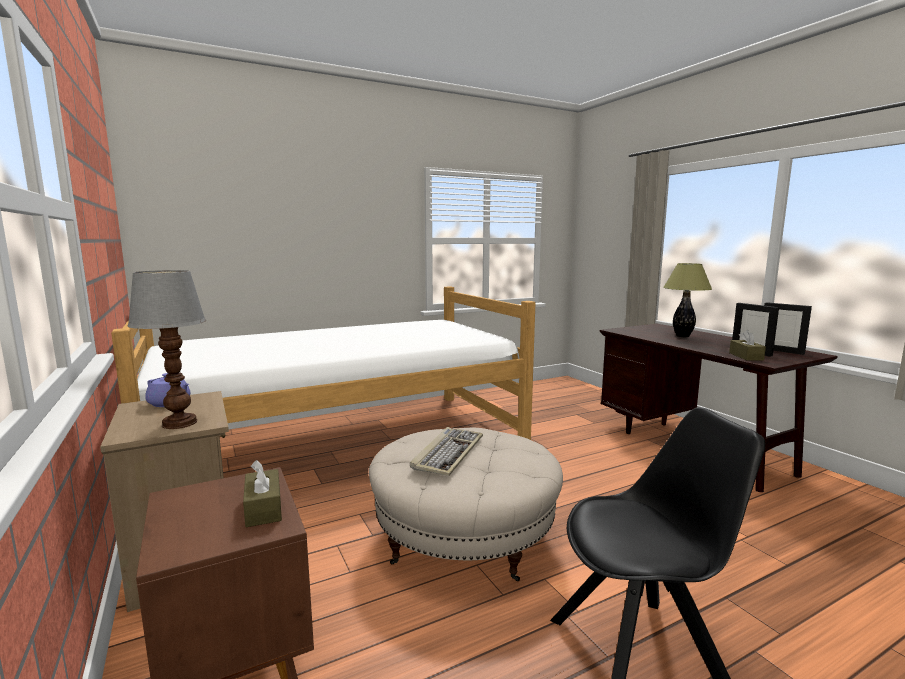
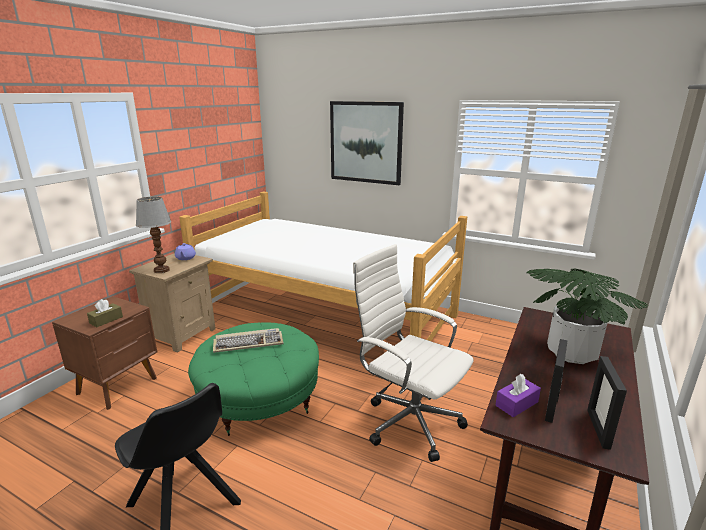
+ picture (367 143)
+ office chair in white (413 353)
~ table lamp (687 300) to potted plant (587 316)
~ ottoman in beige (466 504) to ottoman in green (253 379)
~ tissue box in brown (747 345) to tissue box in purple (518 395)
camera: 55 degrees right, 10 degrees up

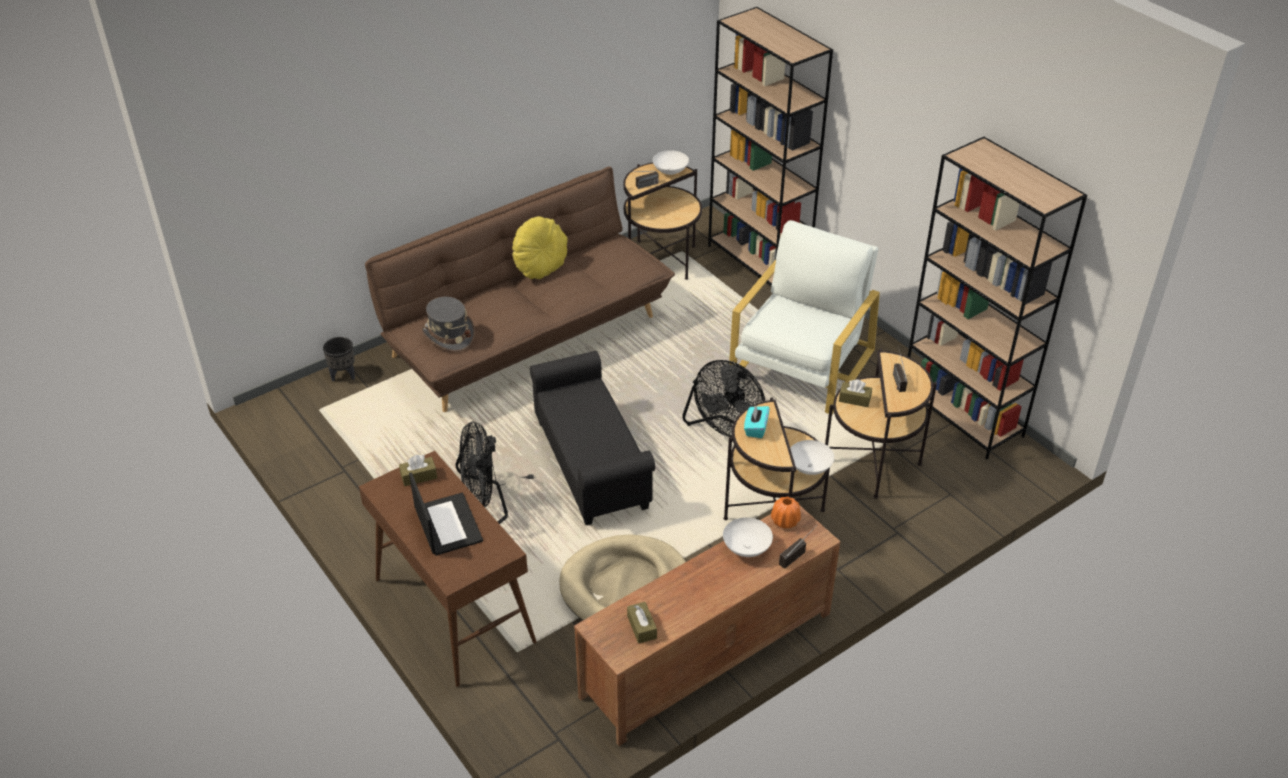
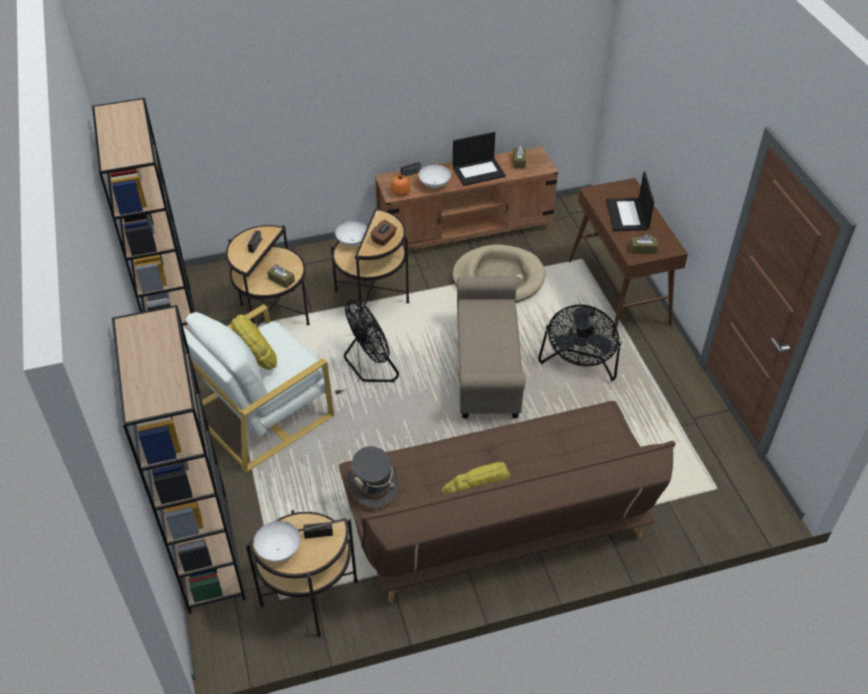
- planter in black (339 359)
+ pillow in yellow (254 342)
+ laptop (479 159)
~ hat in grey (448 324) to (372 477)
~ ottoman in black (592 438) to ottoman in beige (491 347)
~ tissue box in turquoise (757 421) to tissue box in brown (383 233)
~ fan in black (496 472) = (580 343) 105 degrees clockwise
camera: 160 degrees left, 5 degrees up

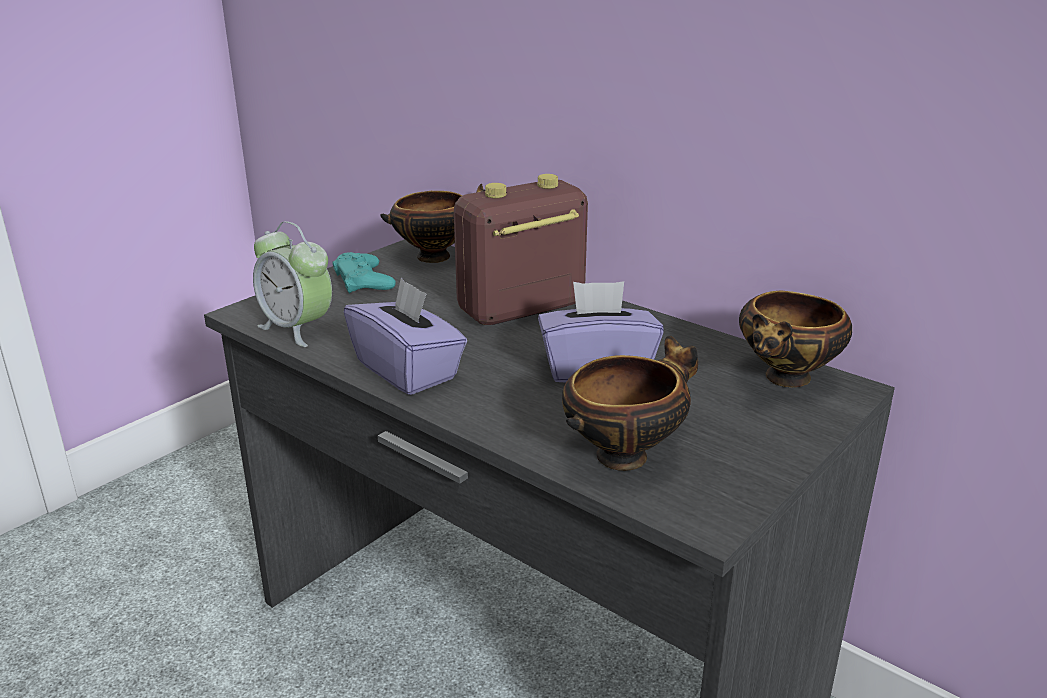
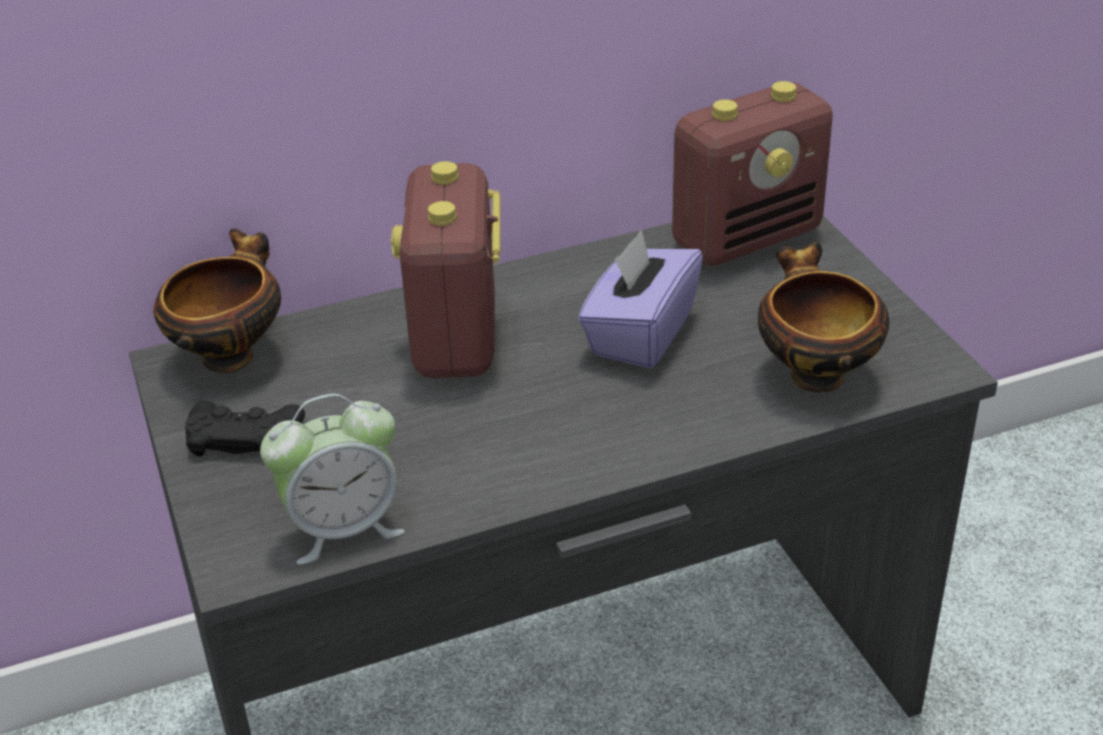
- tissue box in purple (405 336)
~ bowl (795 338) to radio (752 173)
~ game controller in turquoise (364 273) to game controller in black (245 428)
camera: 60 degrees left, 10 degrees up

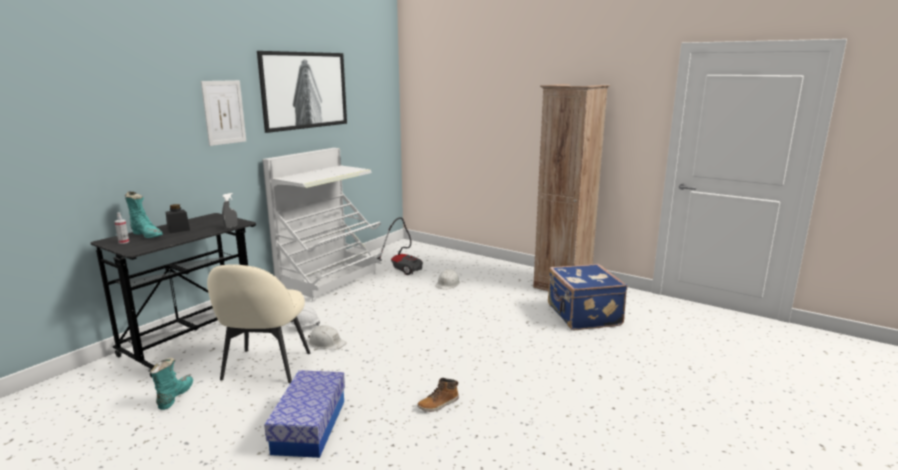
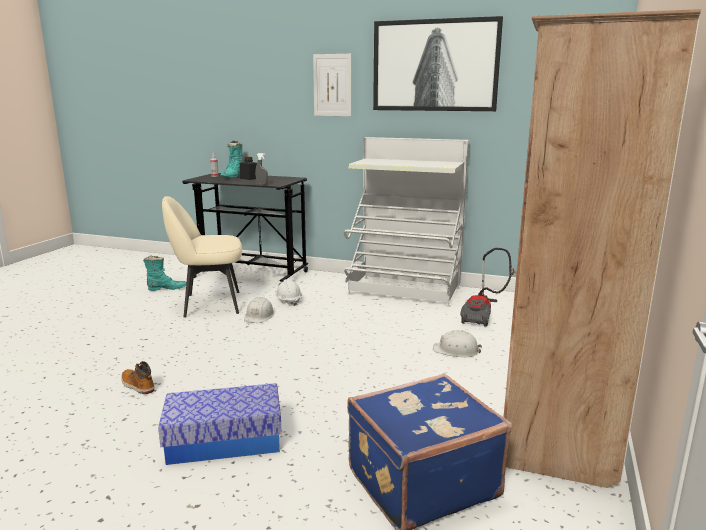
~ storage box (304 414) to (220 424)
camera: 75 degrees right, 0 degrees up

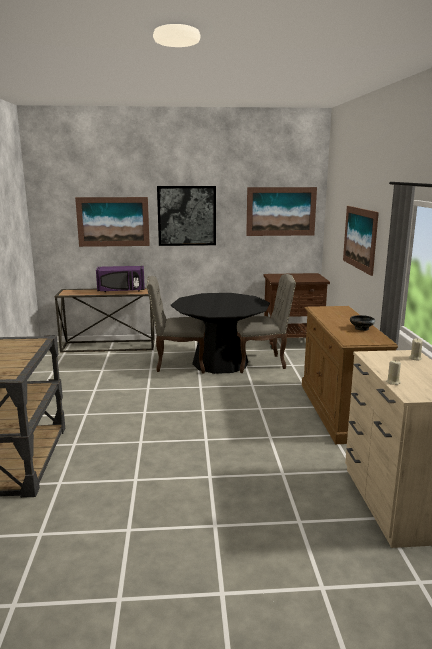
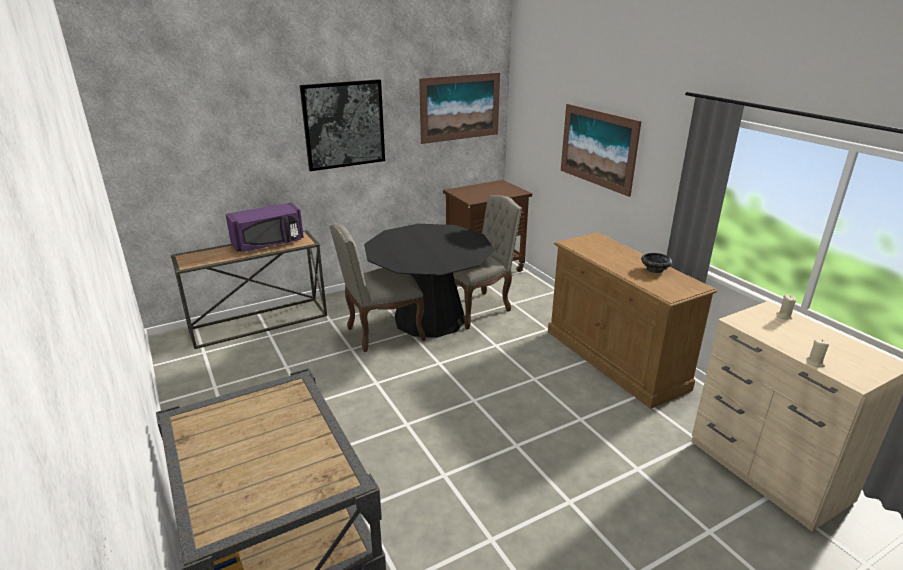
- picture (112 222)
camera: 25 degrees left, 10 degrees up

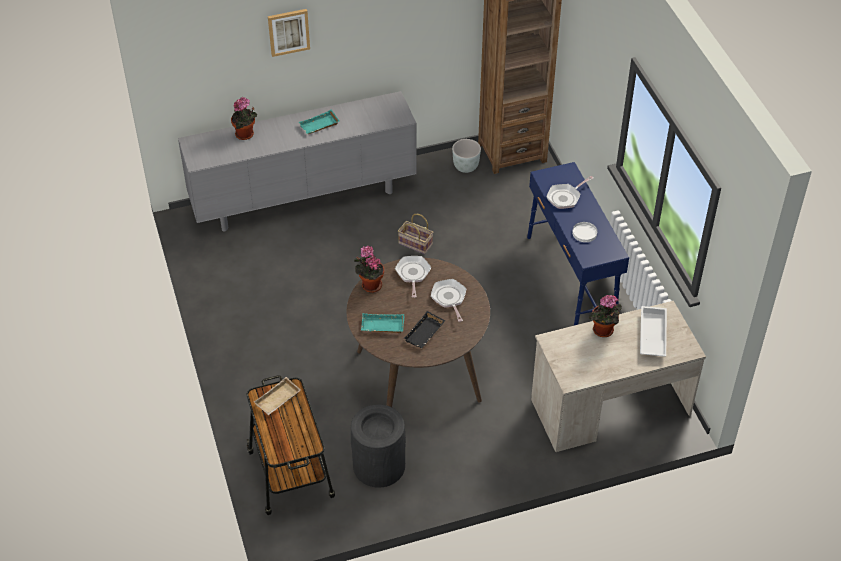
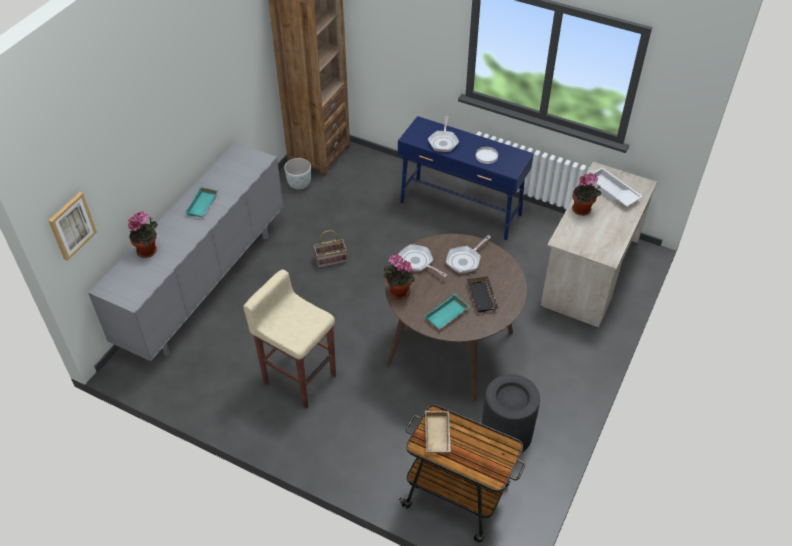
+ stool in beige (289 339)
~ picture (289 33) to (72 226)
~ frying pan (448 300) = (468 254) 75 degrees counterclockwise
camera: 45 degrees left, 0 degrees up

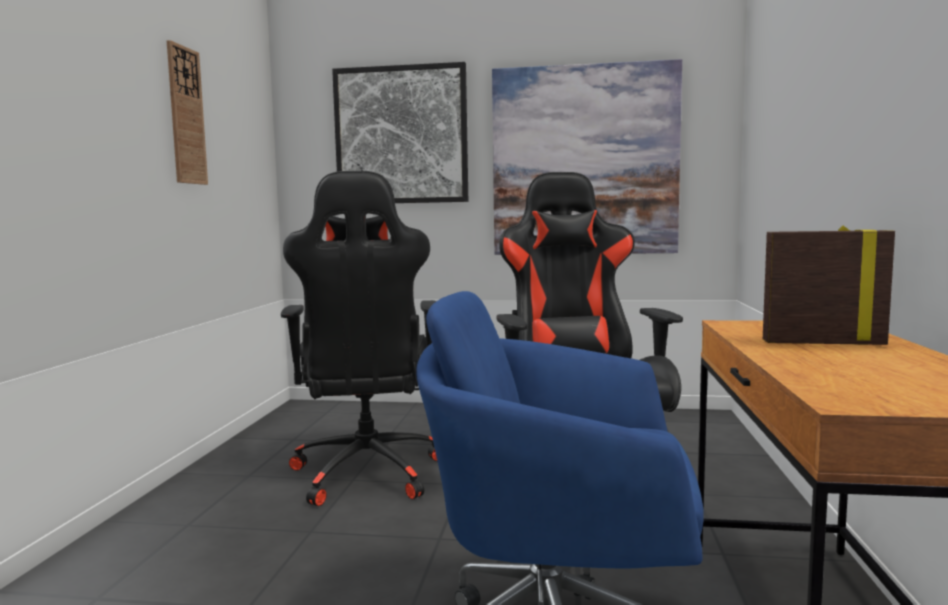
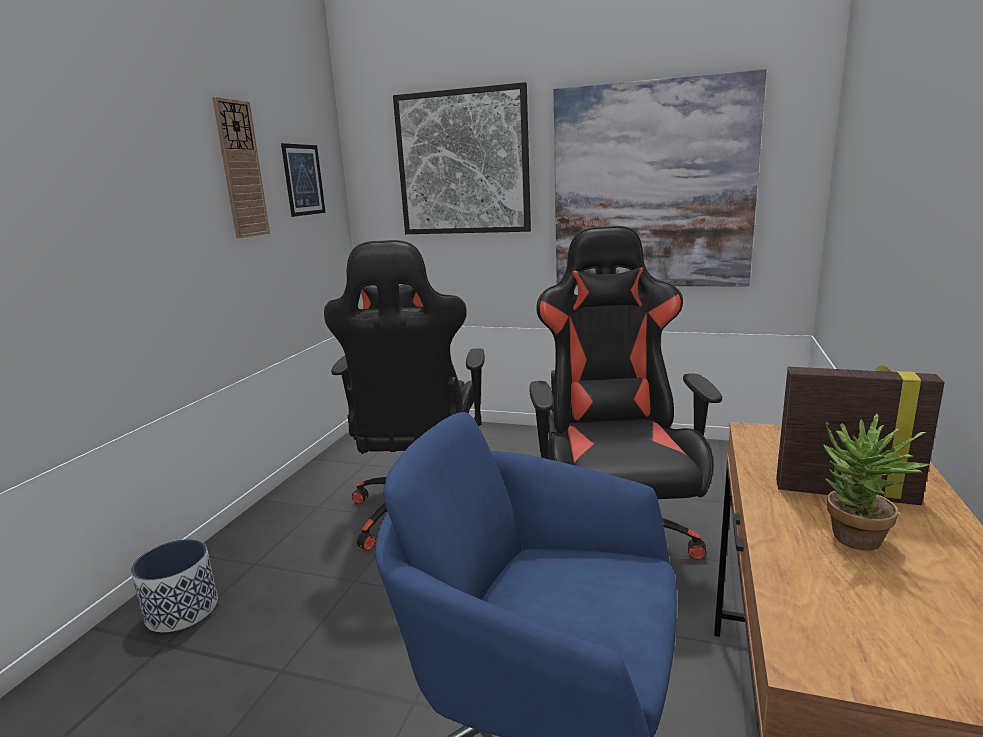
+ planter (174 585)
+ picture (303 180)
+ potted plant (876 482)
camera: 10 degrees right, 10 degrees up

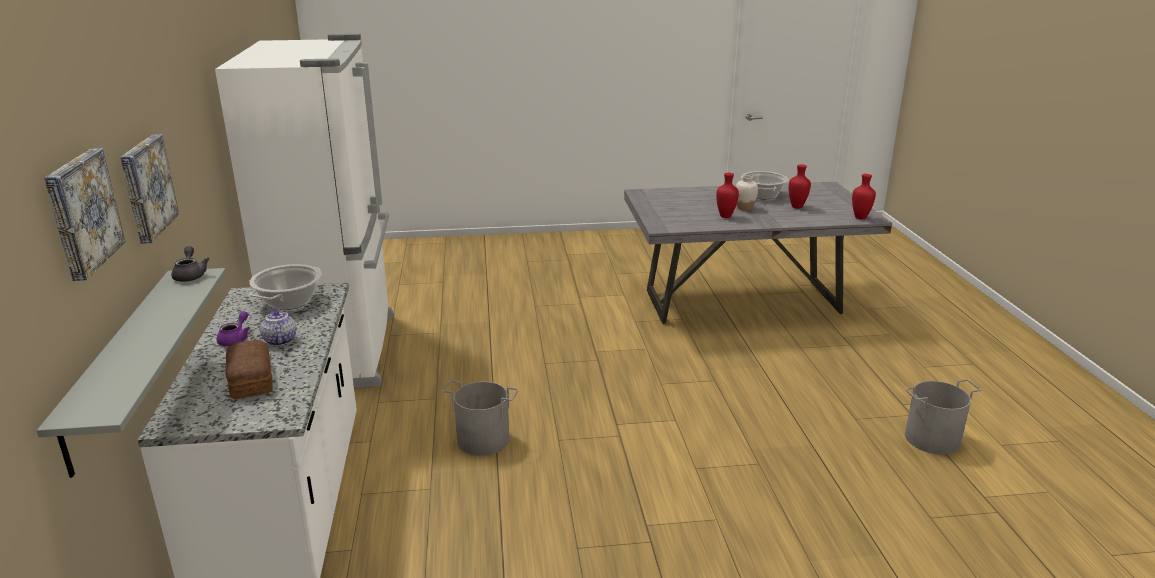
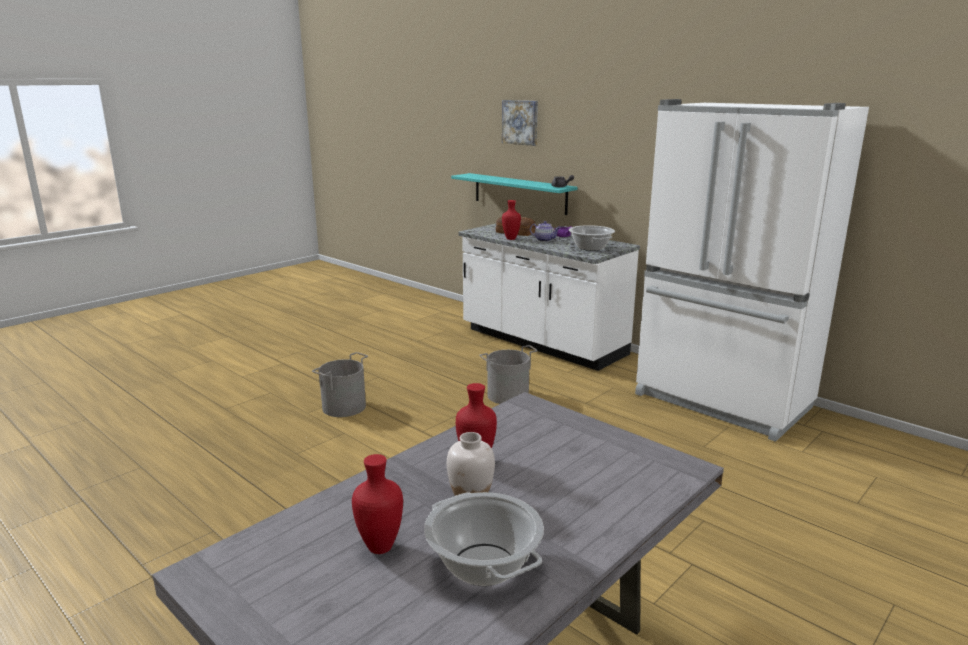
- picture (149 189)
~ vase in red (864 196) to (511 220)
~ bucket in grey (943 417) to (340 384)
~ shelf in grey (131 373) to shelf in turquoise (514 194)
camera: 140 degrees right, 5 degrees down

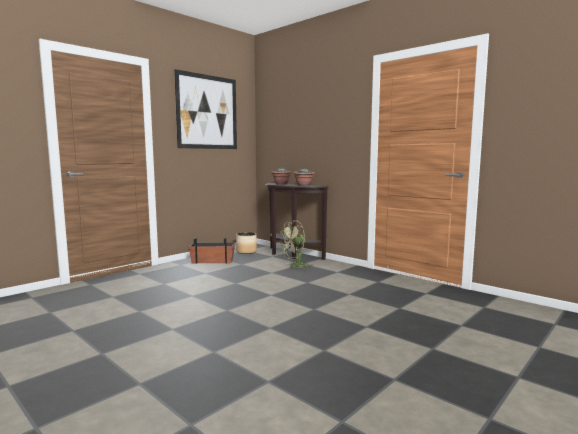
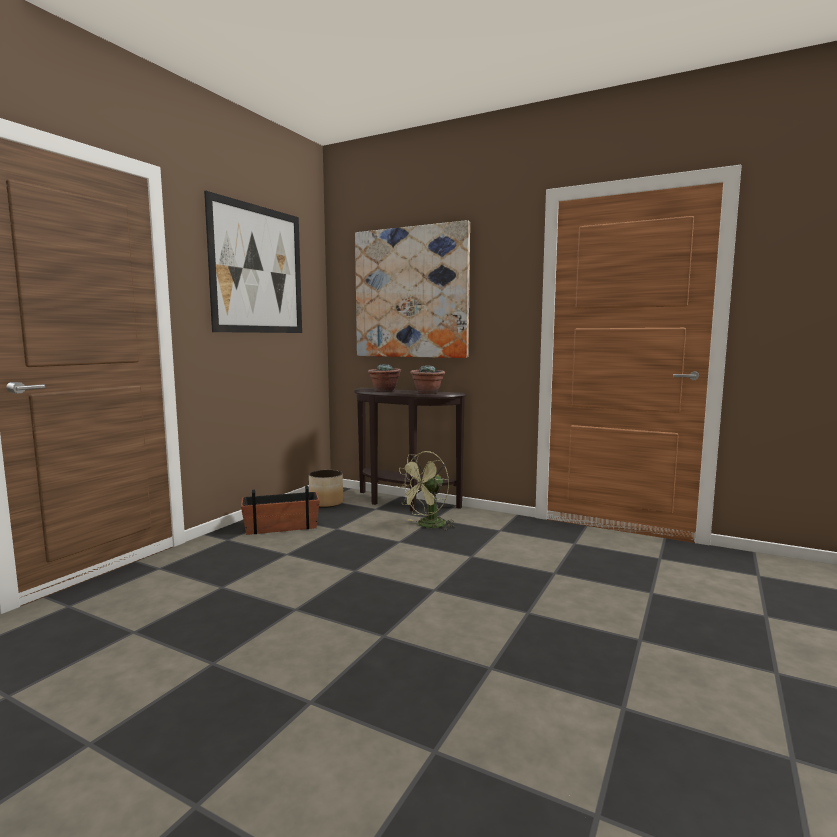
+ picture (412 289)
camera: 15 degrees left, 0 degrees up

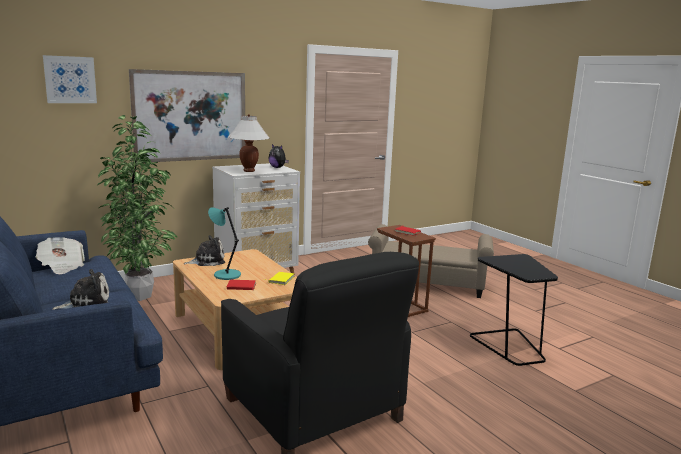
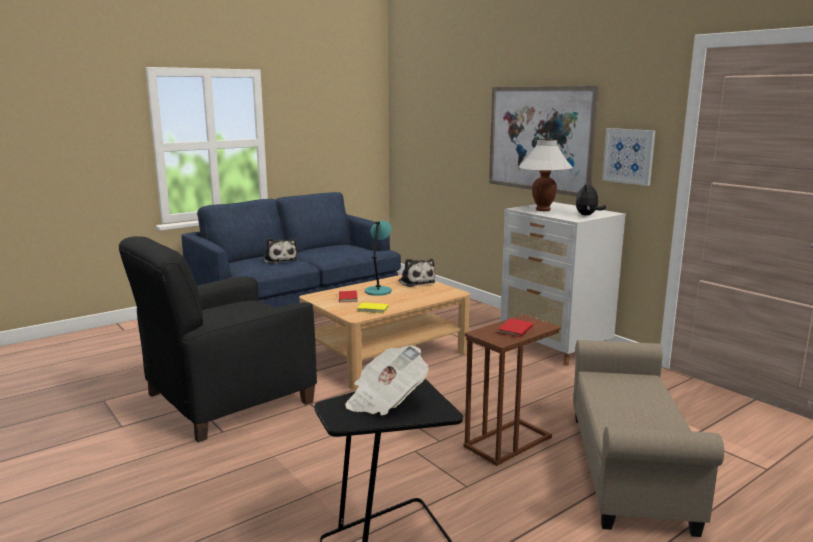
- potted plant (136 208)
~ newspaper (60 255) to (386 380)
~ picture (70 79) to (629 157)
camera: 85 degrees right, 0 degrees up

